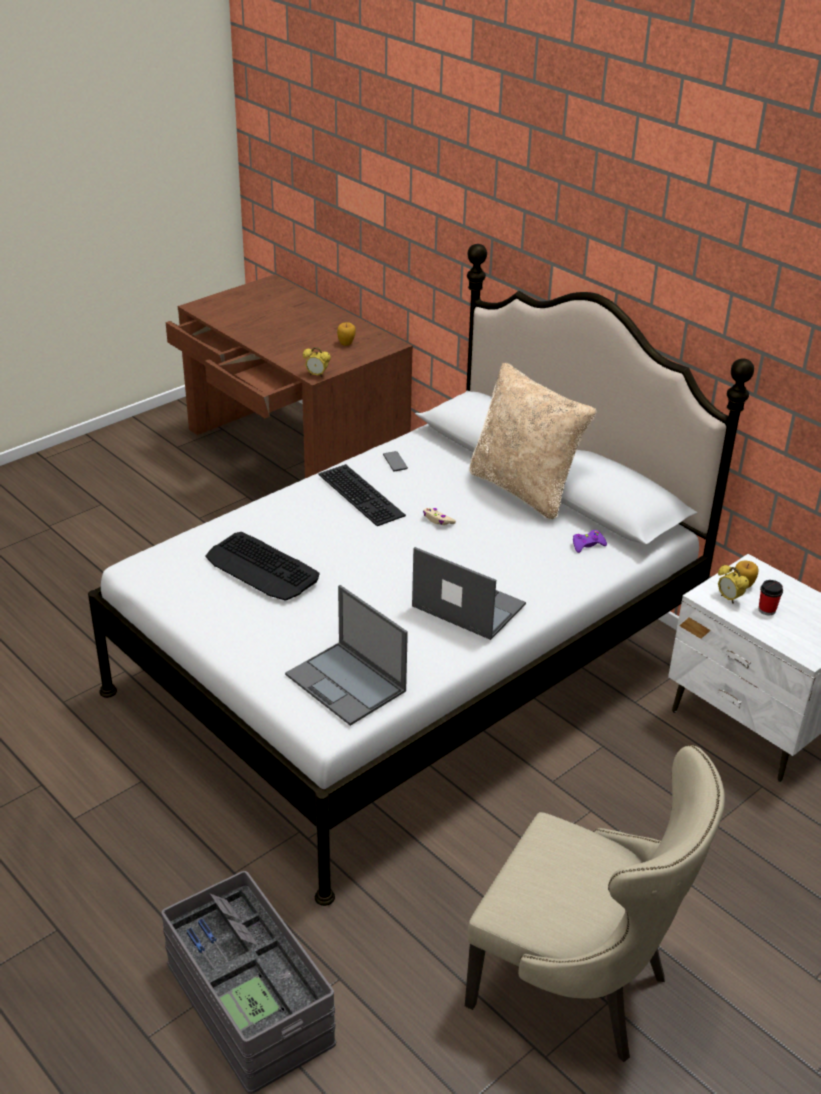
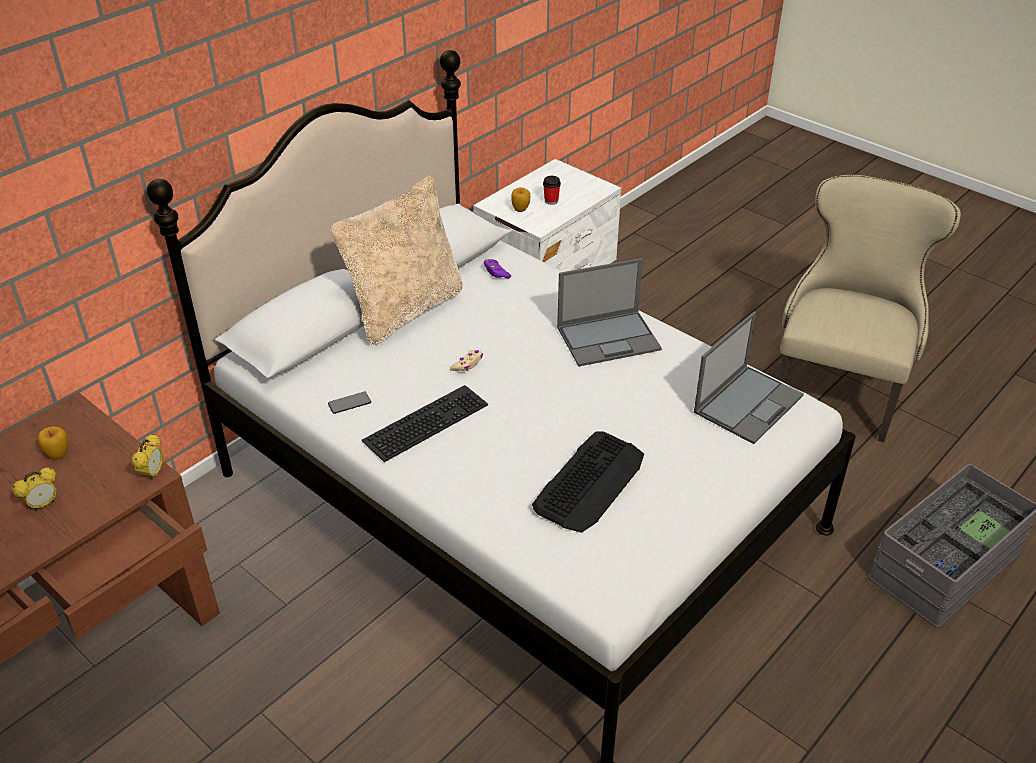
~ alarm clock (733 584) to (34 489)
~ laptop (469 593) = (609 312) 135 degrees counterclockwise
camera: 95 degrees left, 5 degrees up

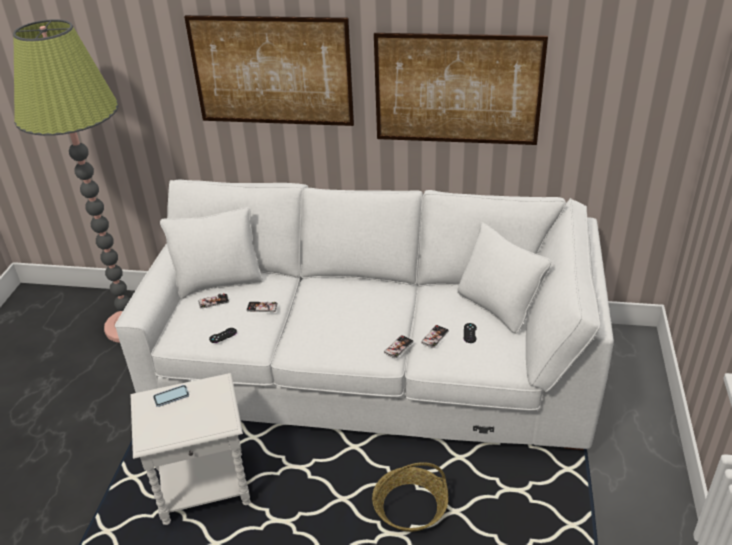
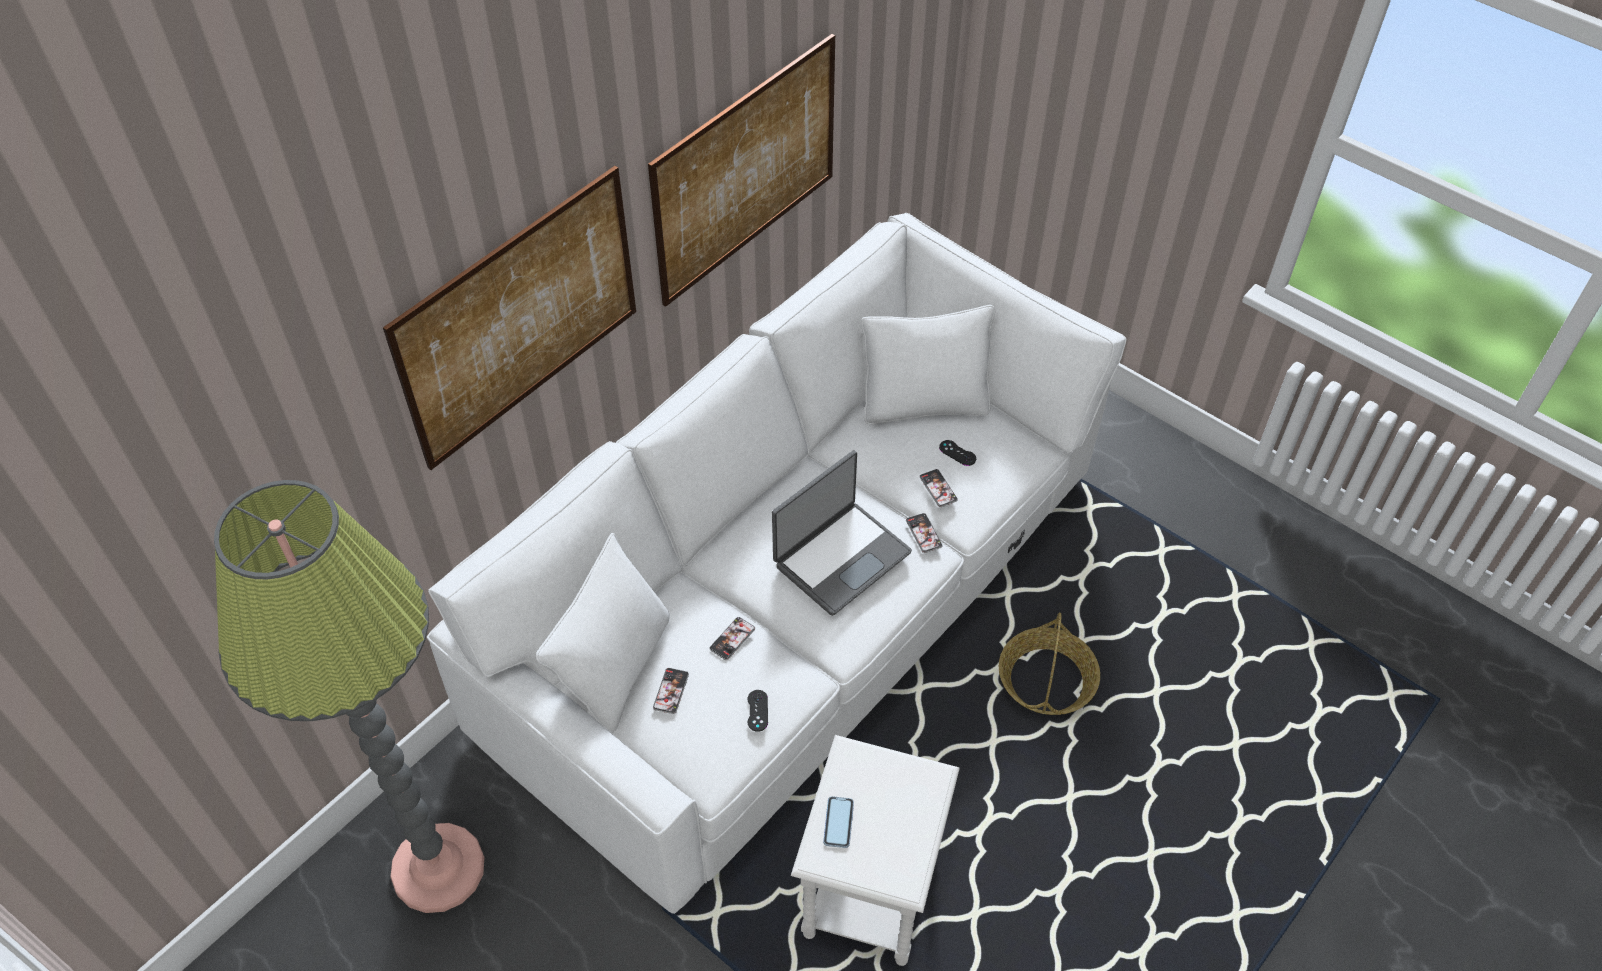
+ laptop (842 533)
camera: 60 degrees left, 15 degrees up

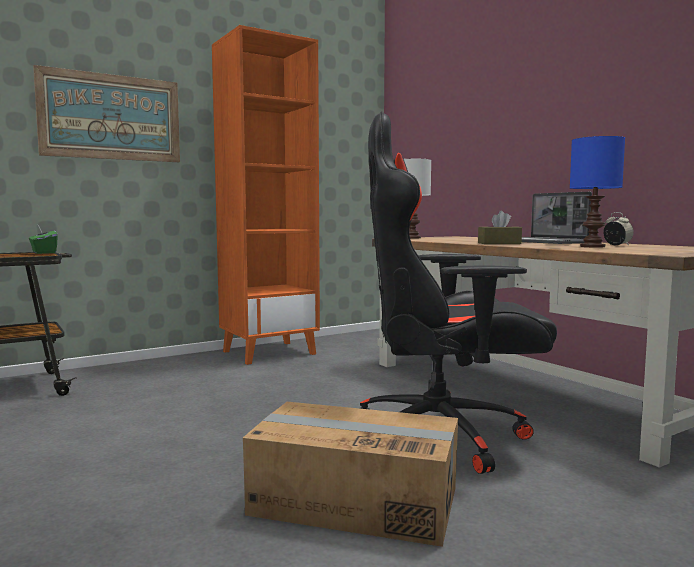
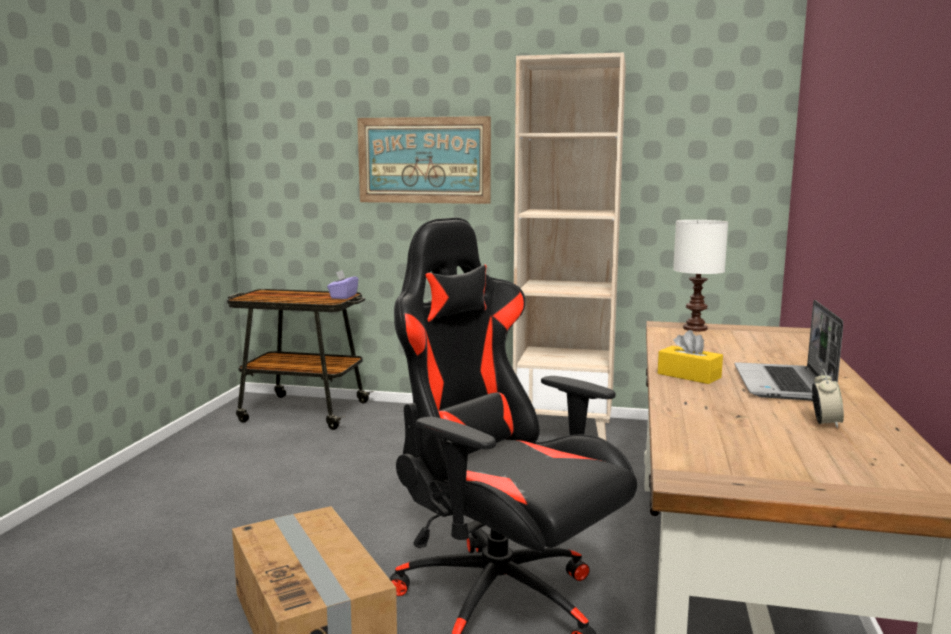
- table lamp in blue (597 192)
~ tissue box in green (43 239) to tissue box in purple (342 284)
~ bookcase in orange (266 195) to bookcase in beige (569 246)
~ tissue box in brown (500 227) to tissue box in yellow (690 357)
camera: 45 degrees right, 5 degrees up

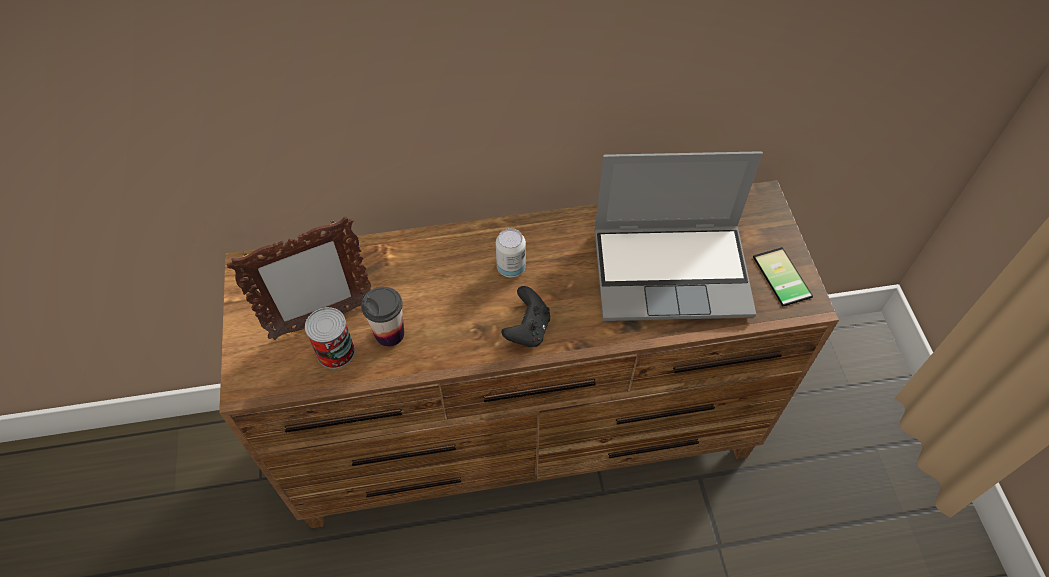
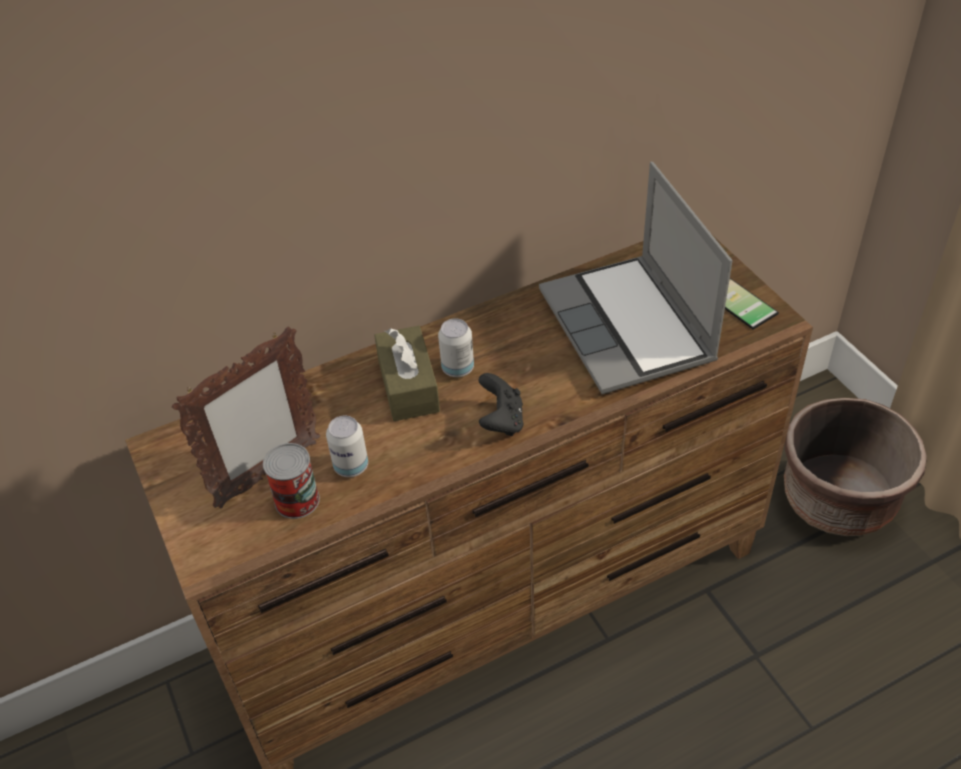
+ tissue box in brown (407 373)
+ planter in brown (855 467)
~ cup (382 317) to can (347 446)
~ laptop (678 236) = (636 278) 90 degrees clockwise
camera: 15 degrees left, 10 degrees down

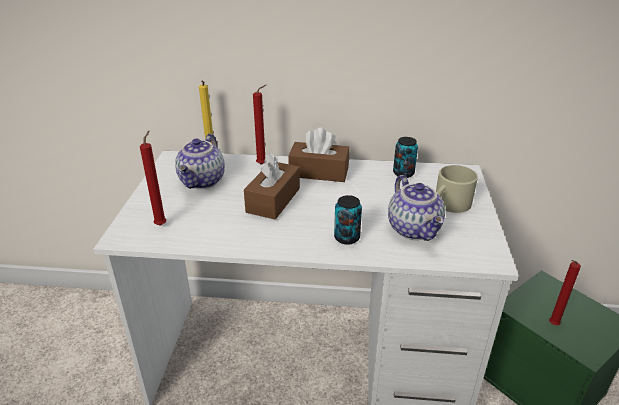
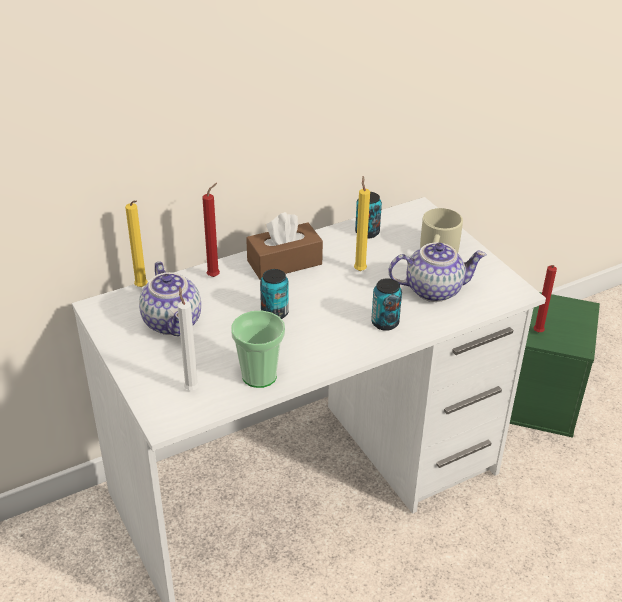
+ cup (258 349)
+ candle in yellow (362 223)
~ tissue box in brown (272 186) to can (274 294)
~ candle in red (153 178) to candle in white (188 338)
~ teapot (416 208) = (437 272) 45 degrees counterclockwise
camera: 35 degrees left, 5 degrees up

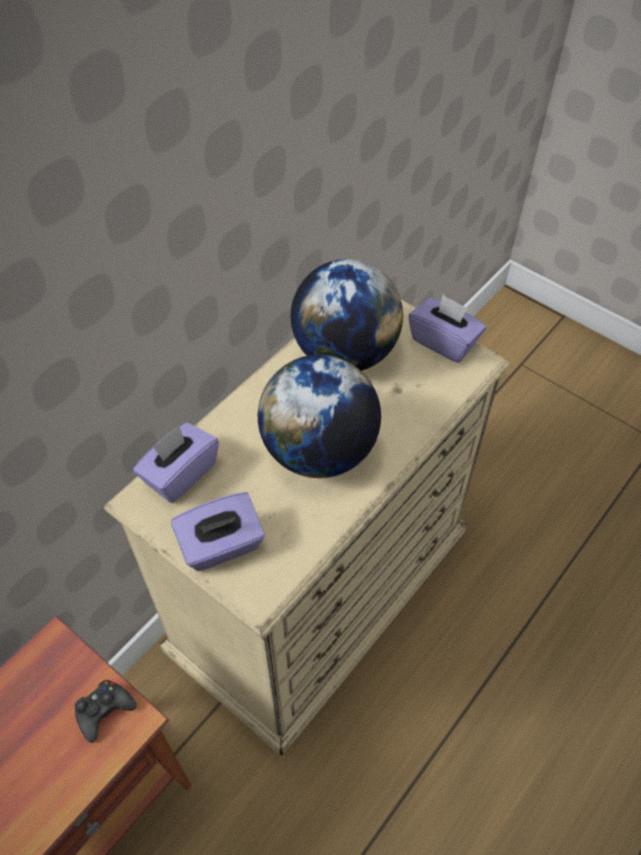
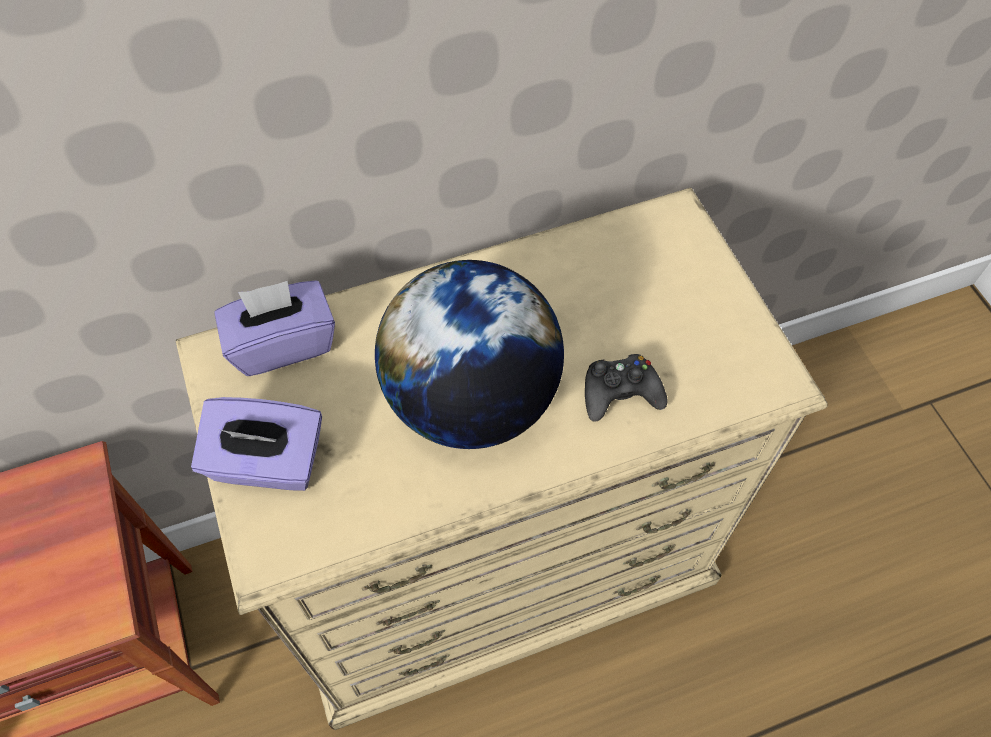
- globe (347 315)
- tissue box in purple (447 328)
~ game controller in black (106 711) to (626 388)
camera: 30 degrees right, 5 degrees up

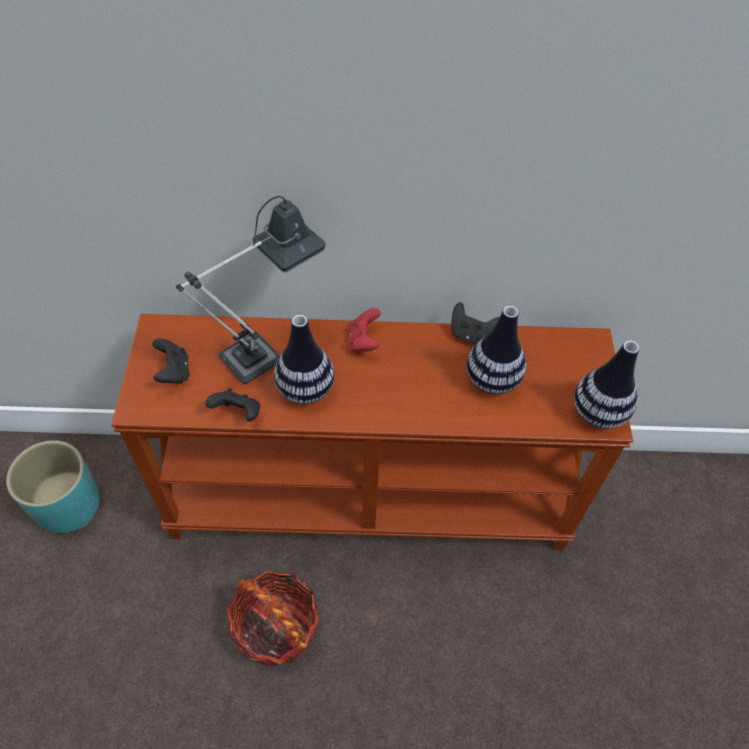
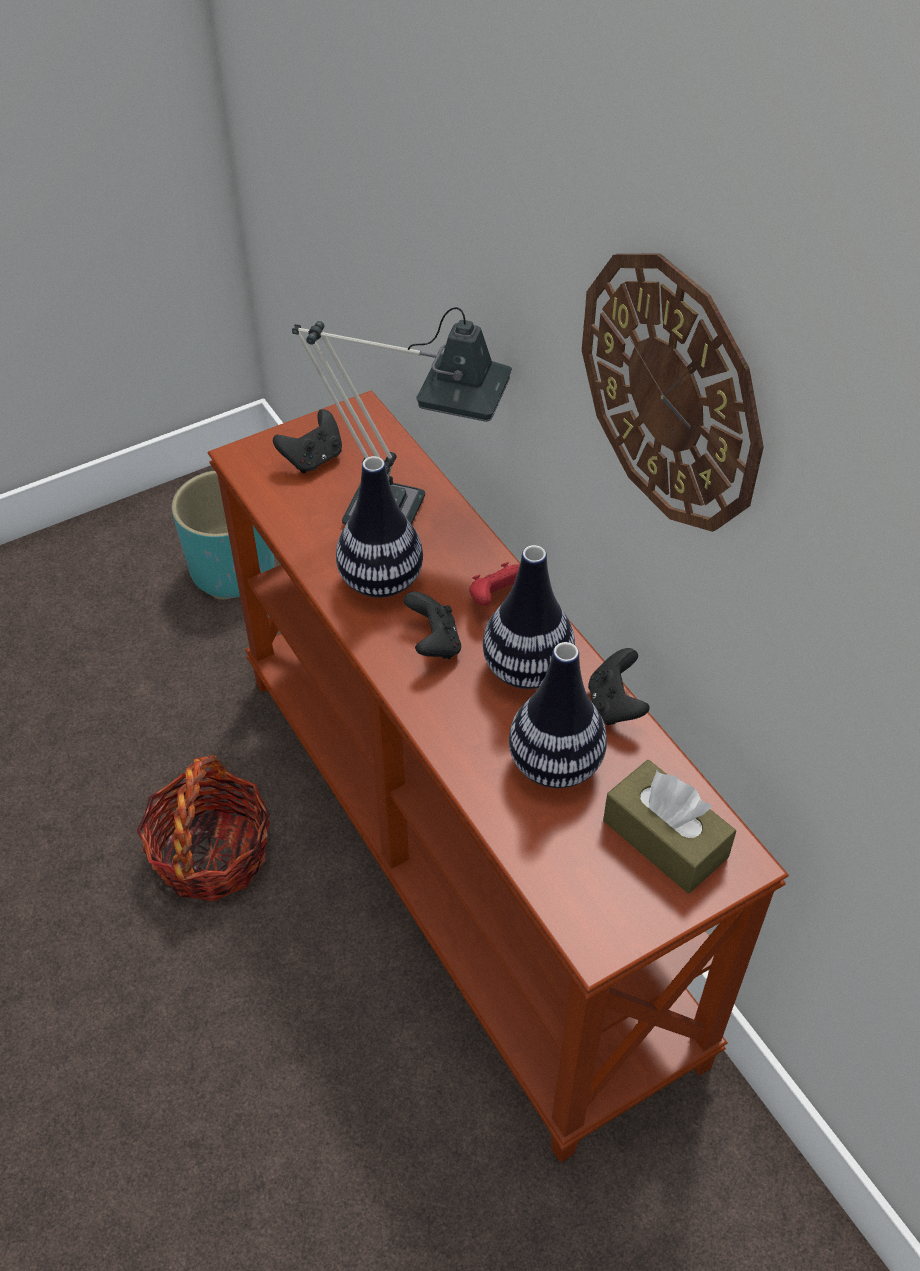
+ wall clock (673 393)
+ tissue box in brown (669 826)
~ game controller in black (232 405) to (432 625)
~ vase (607 384) to (529 617)
camera: 60 degrees right, 5 degrees down

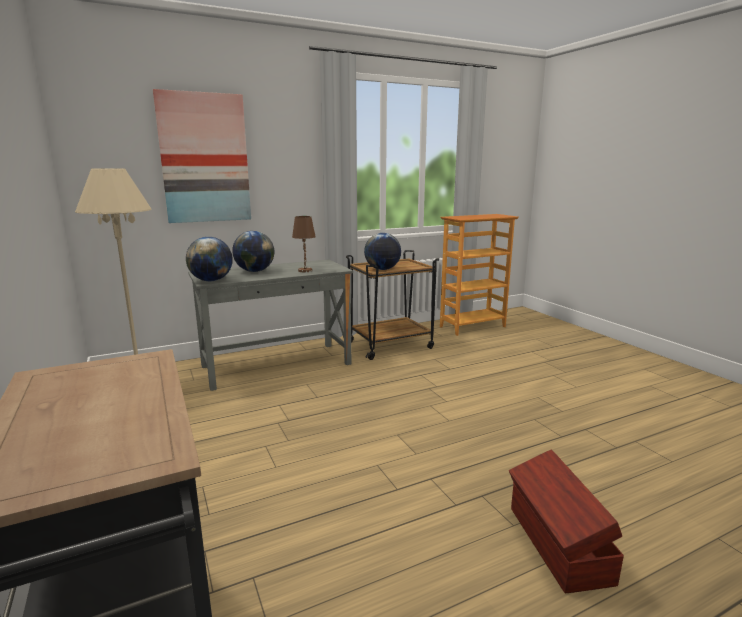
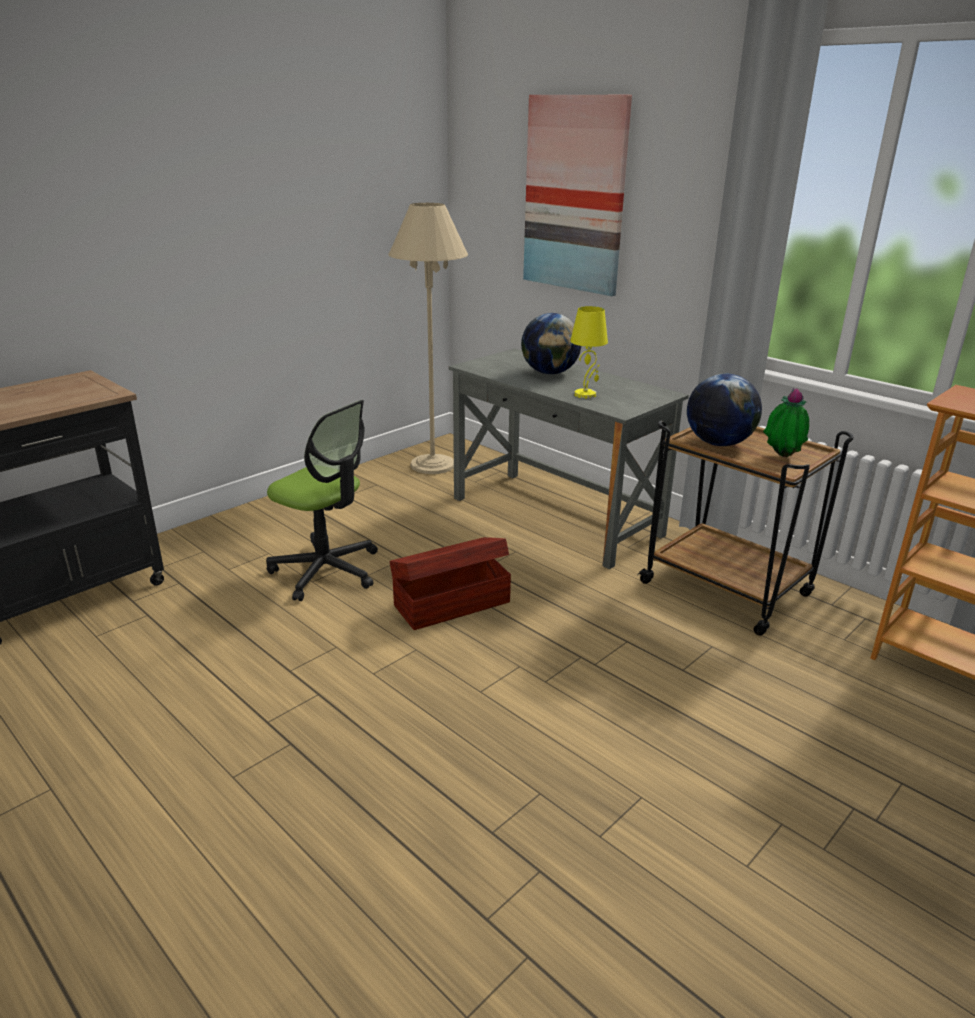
- globe (209 259)
+ office chair (322 500)
+ potted plant (786 422)
~ storage box in brown (566 521) to (450 583)
~ table lamp in brown (304 244) to table lamp in yellow (589 352)
camera: 70 degrees right, 10 degrees up

